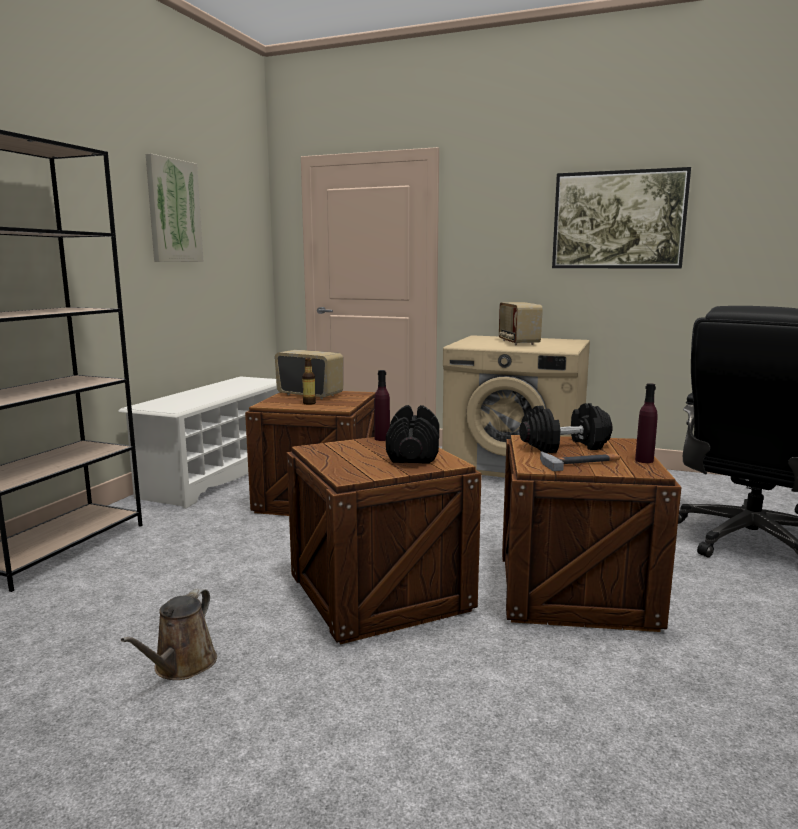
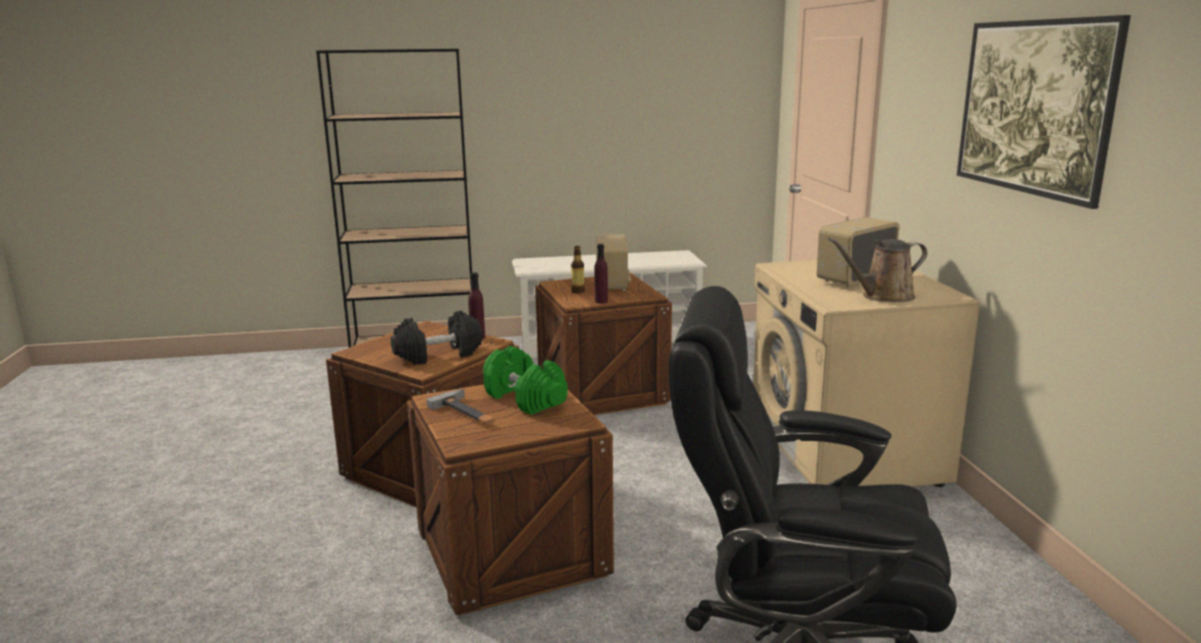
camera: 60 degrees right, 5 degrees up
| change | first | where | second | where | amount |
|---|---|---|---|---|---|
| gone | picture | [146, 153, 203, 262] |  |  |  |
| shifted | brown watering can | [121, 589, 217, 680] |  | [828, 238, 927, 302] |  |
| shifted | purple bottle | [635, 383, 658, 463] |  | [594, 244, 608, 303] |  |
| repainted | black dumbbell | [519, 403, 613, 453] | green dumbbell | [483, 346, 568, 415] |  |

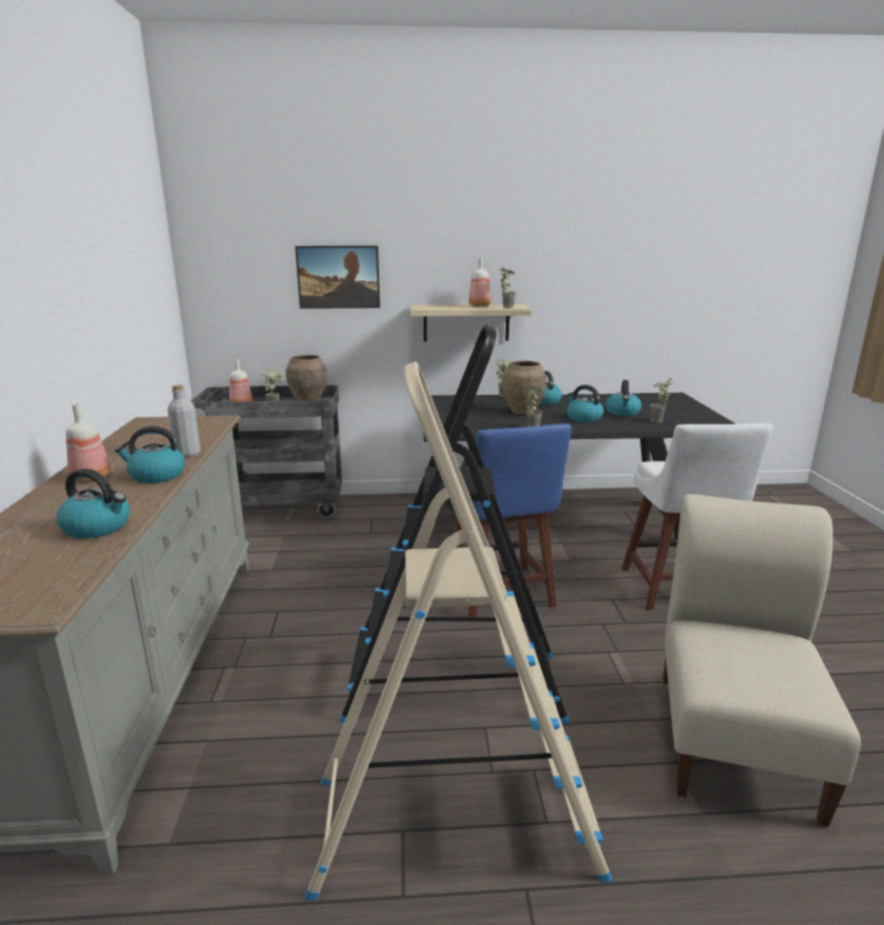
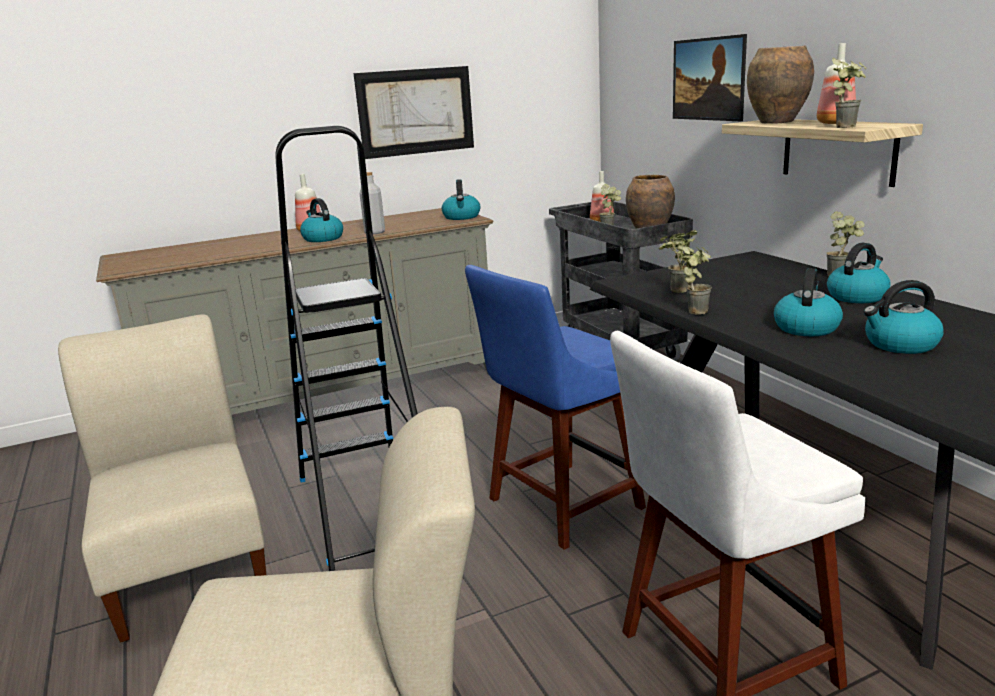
camera: 70 degrees right, 0 degrees up
| change | first | where | second | where | amount |
|---|---|---|---|---|---|
| new |  |  | picture | [353, 66, 474, 159] |  |
| shifted | kettle | [56, 469, 130, 539] |  | [442, 179, 480, 220] |  |
| shifted | brown vase | [502, 361, 546, 415] |  | [747, 46, 814, 124] |  |
| shifted | potted plant | [650, 378, 673, 423] |  | [659, 230, 697, 293] |  |
| swapped | beige step ladder | [305, 362, 612, 900] | beige chair | [58, 314, 266, 643] |  |

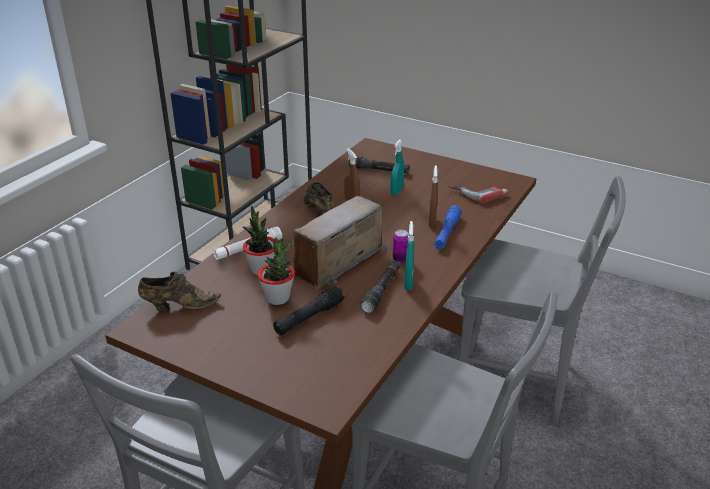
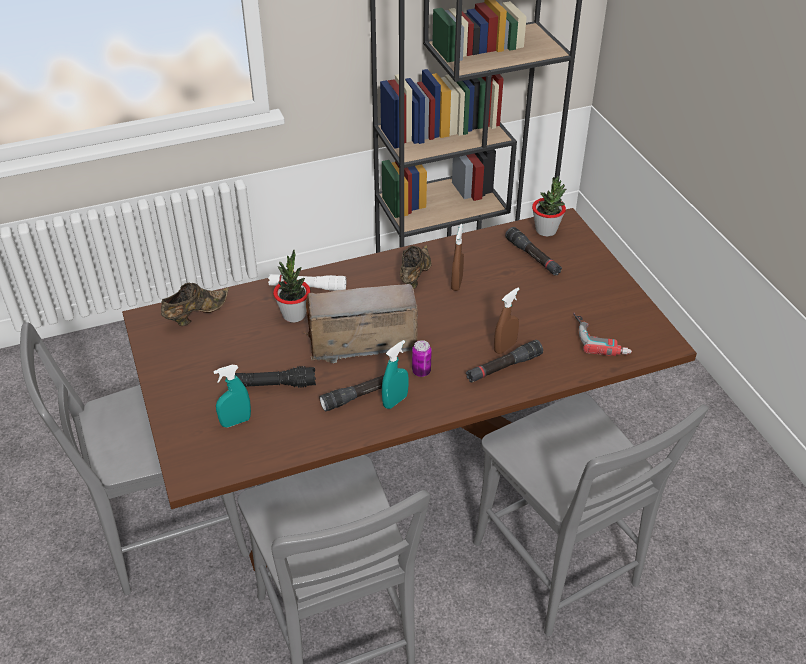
camera: 40 degrees right, 10 degrees up
| change | first | where | second | where | amount |
|---|---|---|---|---|---|
| shifted | potted plant | [258, 237, 295, 305] |  | [532, 176, 566, 237] |  |
| shifted | turquoise spray bottle | [391, 140, 404, 195] |  | [213, 365, 251, 427] |  |
| repainted | blue flashlight | [434, 205, 462, 249] | black flashlight | [466, 340, 543, 383] |  |
| rotated | brown shoe | [138, 272, 222, 312] |  | [161, 283, 229, 326] | 75 degrees counterclockwise |

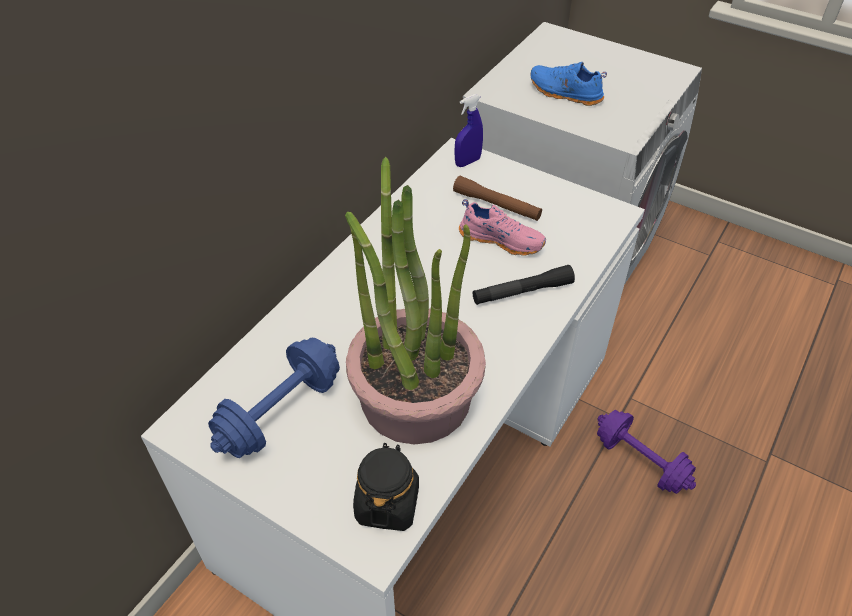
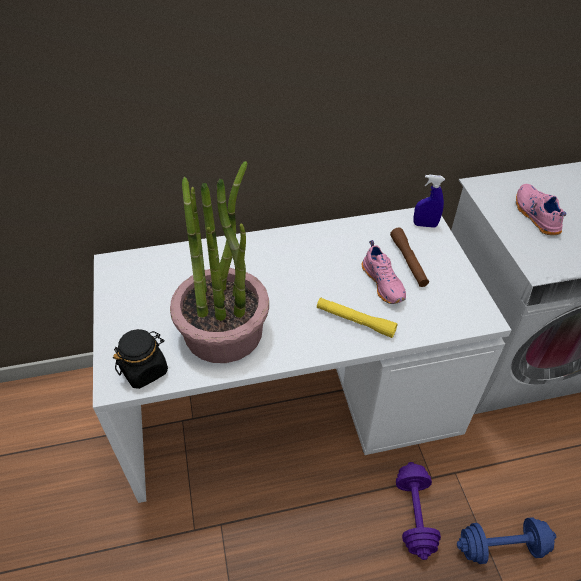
camera: 45 degrees right, 0 degrees up
| change | first | where | second | where | amount |
|---|---|---|---|---|---|
| shifted | blue dumbbell | [208, 337, 340, 458] |  | [457, 517, 556, 564] |  |
| repainted | black flashlight | [473, 265, 575, 305] | yellow flashlight | [317, 298, 398, 338] |  |
| repainted | blue shoe | [531, 62, 607, 106] | pink shoe | [516, 184, 566, 235] |  |

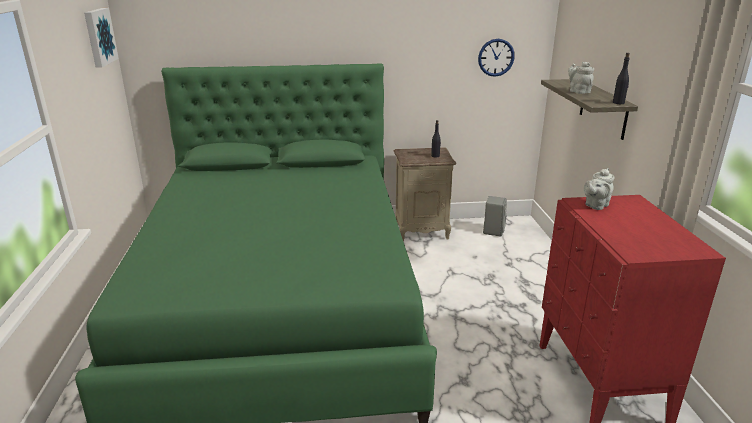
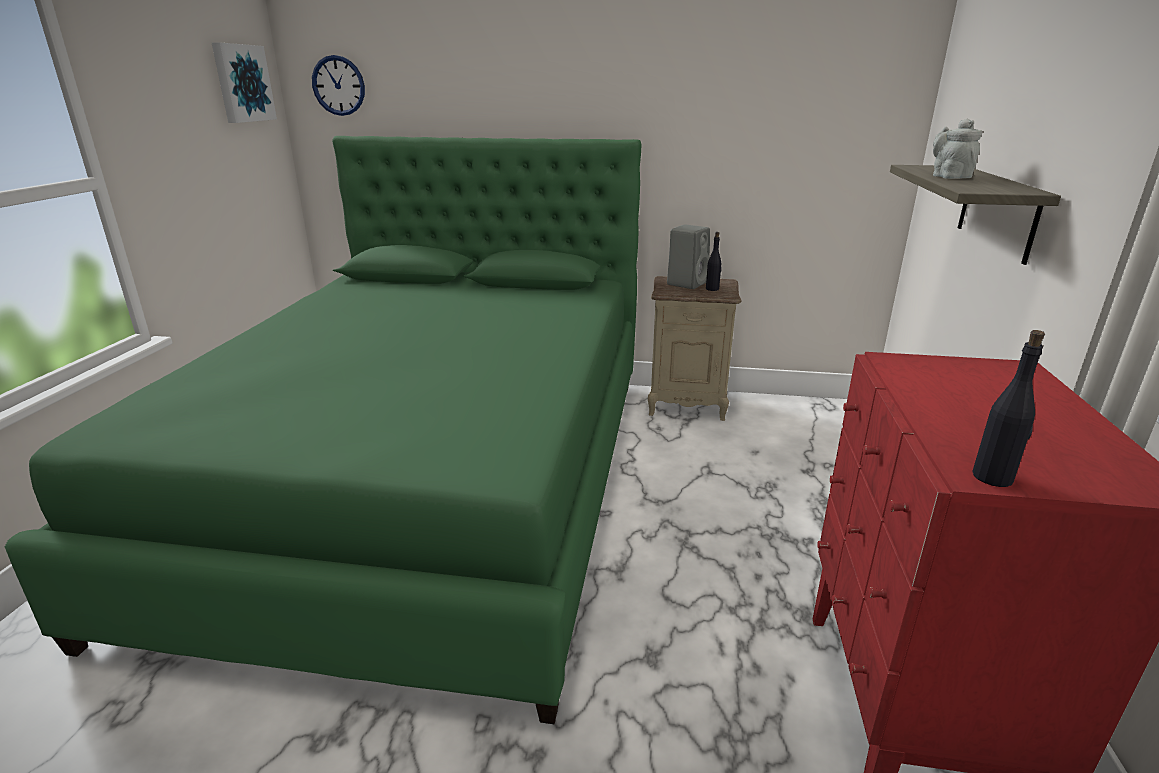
camera: 15 degrees right, 0 degrees up
| change | first | where | second | where | amount |
|---|---|---|---|---|---|
| gone | grey teapot | [584, 168, 615, 210] |  |  |  |
| shifted | wall clock | [478, 39, 515, 77] |  | [312, 55, 365, 116] |  |
| shifted | grey speaker | [483, 196, 507, 237] |  | [667, 224, 710, 289] |  |
| shifted | black bottle | [613, 53, 630, 104] |  | [972, 330, 1045, 487] |  |

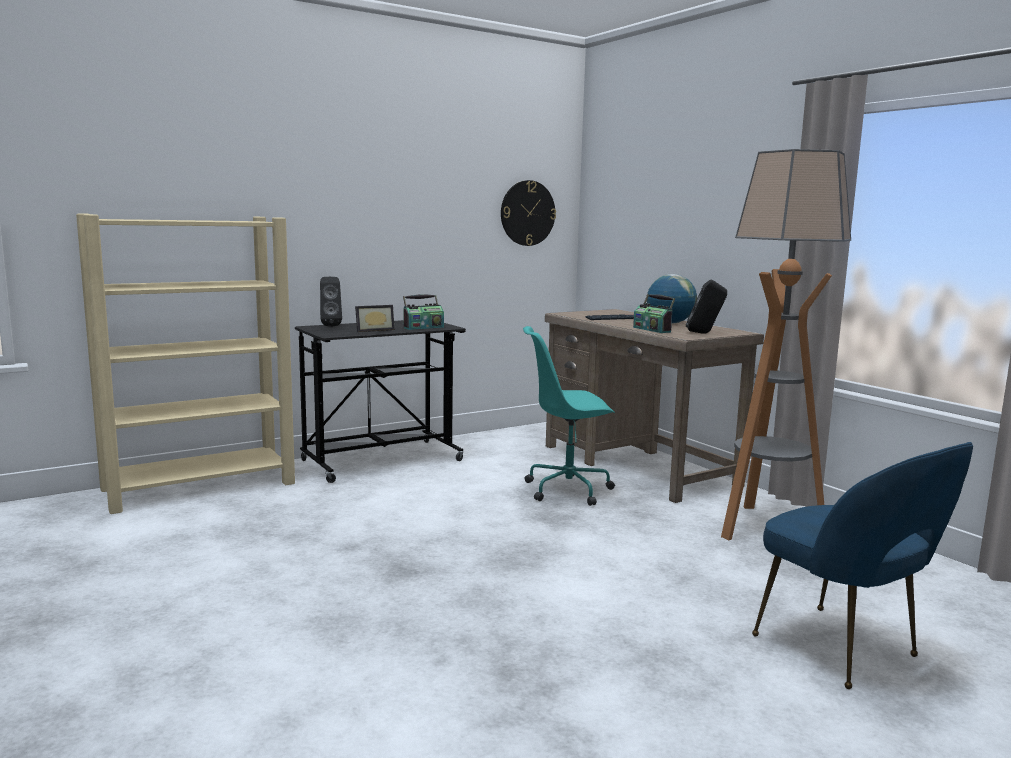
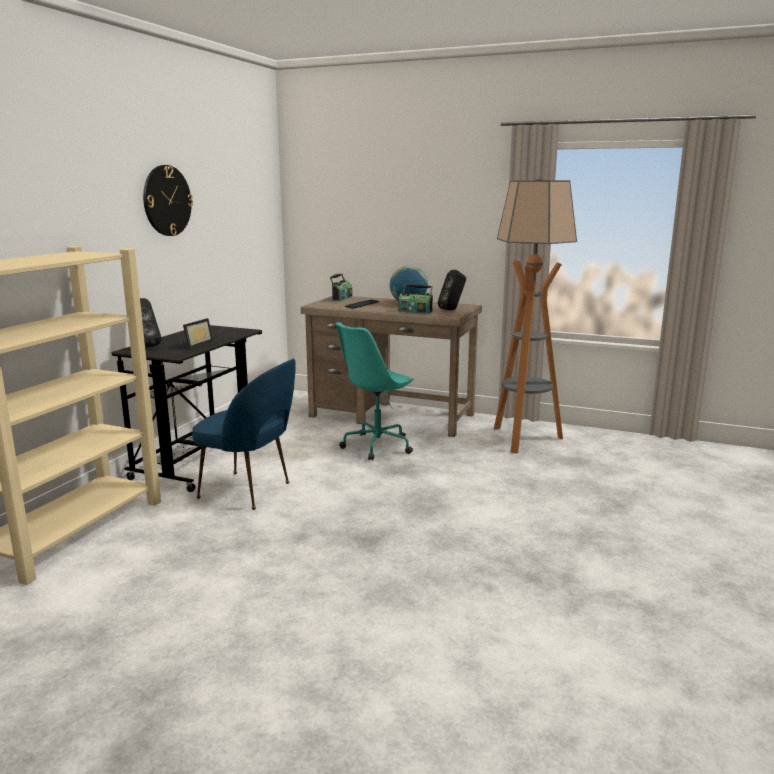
camera: 35 degrees left, 5 degrees up
| change | first | where | second | where | amount |
|---|---|---|---|---|---|
| shifted | radio | [403, 294, 444, 330] |  | [330, 273, 352, 301] |  |
| shifted | wall clock | [501, 180, 556, 246] |  | [143, 165, 193, 236] |  |
| shifted | blue chair | [752, 442, 973, 689] |  | [192, 359, 296, 510] |  |

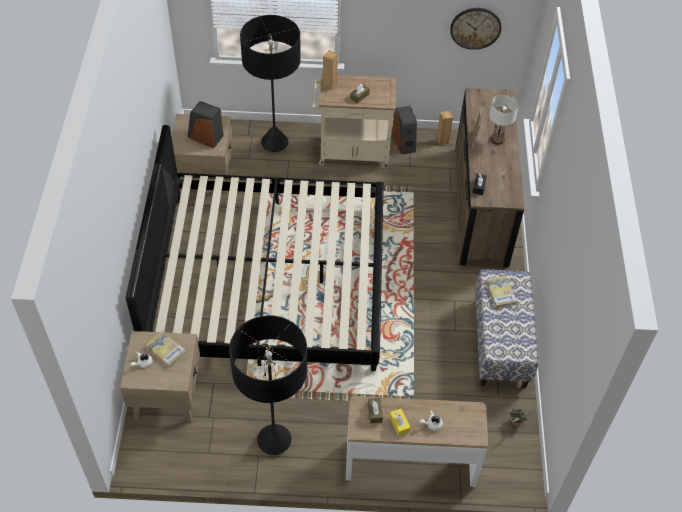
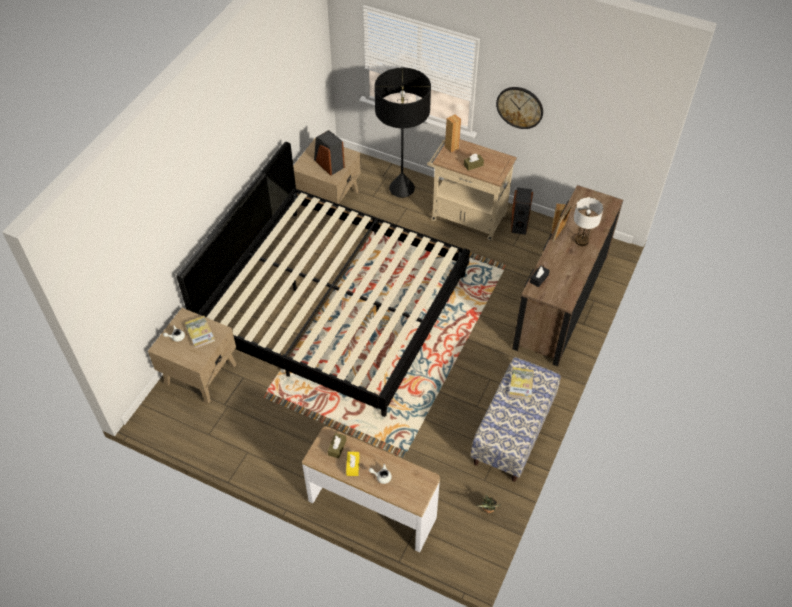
camera: 25 degrees right, 0 degrees up
| change | first | where | second | where | amount |
|---|---|---|---|---|---|
| gone | black floor lamp | [229, 315, 307, 455] |  |  |  |
| shifted | wall clock | [450, 8, 501, 50] |  | [496, 87, 543, 129] |  |

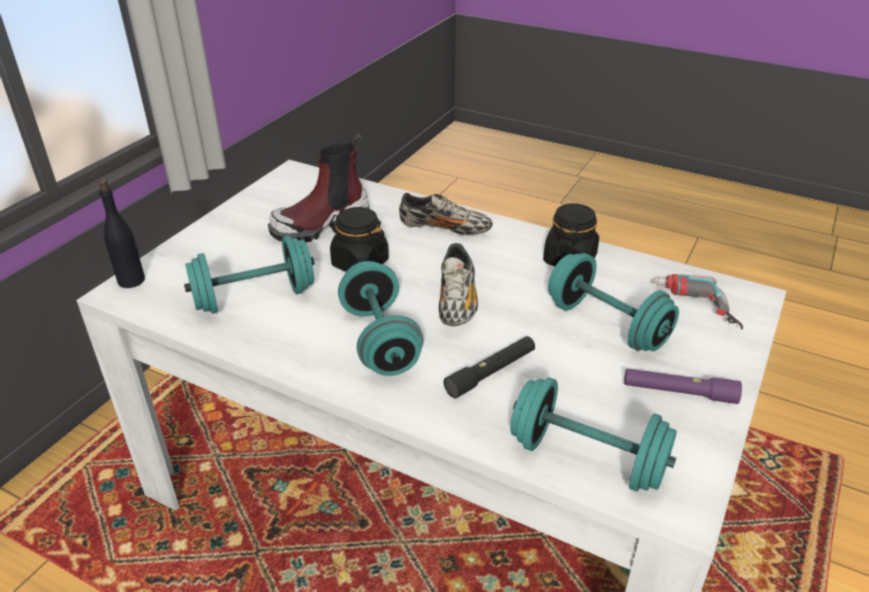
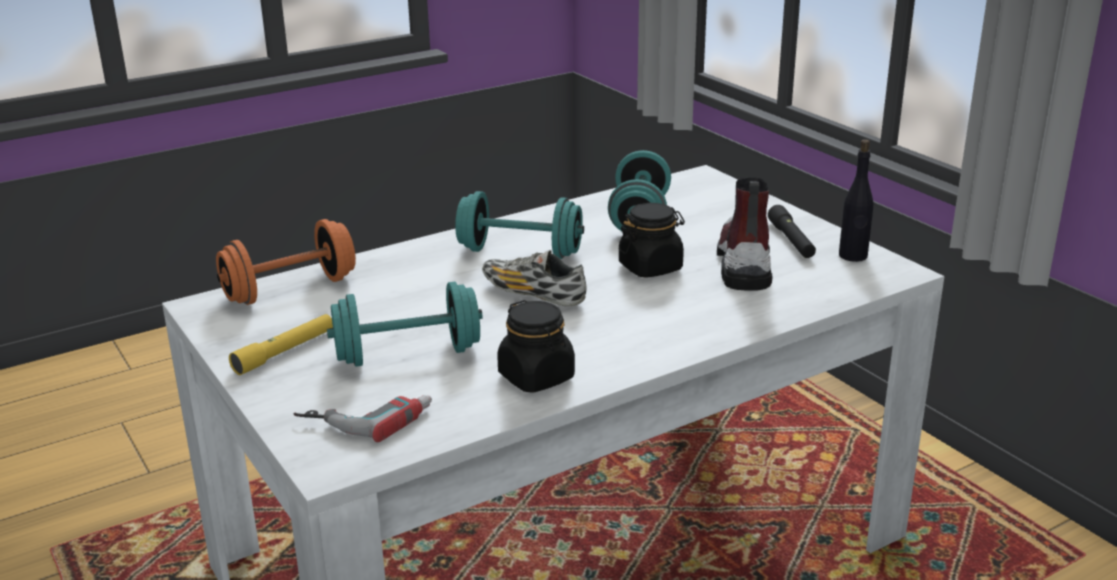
camera: 120 degrees right, 10 degrees down
| change | first | where | second | where | amount |
|---|---|---|---|---|---|
| gone | shoe | [399, 193, 493, 235] |  |  |  |
| shifted | black bottle | [98, 178, 145, 288] |  | [839, 139, 873, 262] |  |
| shifted | black flashlight | [444, 336, 535, 398] |  | [768, 205, 816, 258] |  |
| repainted | turquoise dumbbell | [510, 377, 677, 492] | orange dumbbell | [216, 219, 356, 305] |  |
| repainted | purple flashlight | [624, 369, 742, 404] | yellow flashlight | [229, 314, 333, 375] |  |

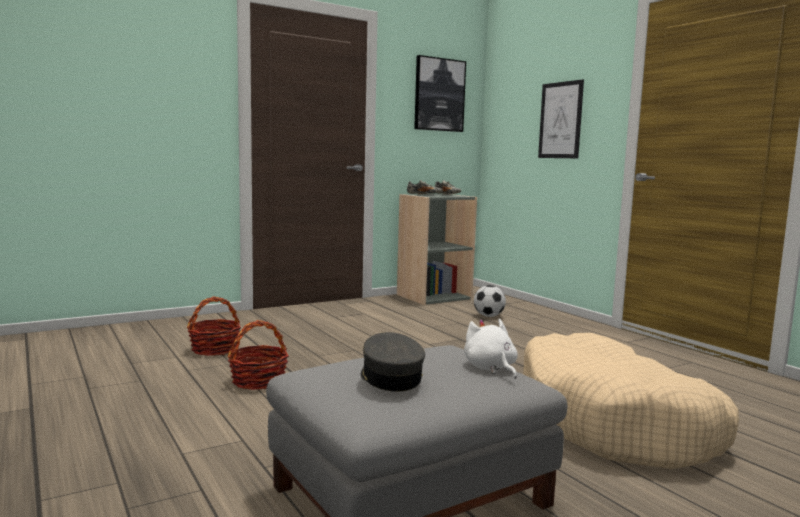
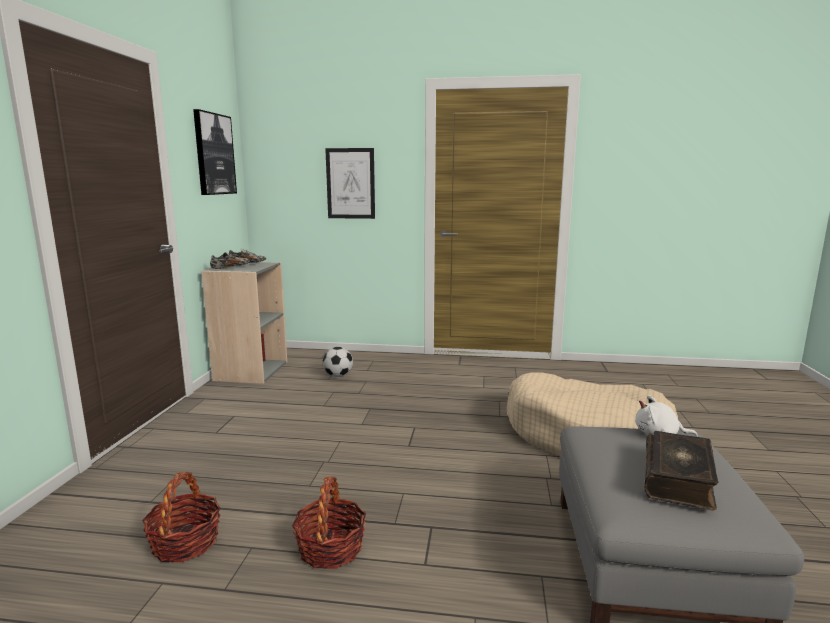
camera: 50 degrees left, 5 degrees up
| change | first | where | second | where | amount |
|---|---|---|---|---|---|
| swapped | grey cap | [361, 332, 425, 392] | book | [644, 431, 719, 510] |  |

